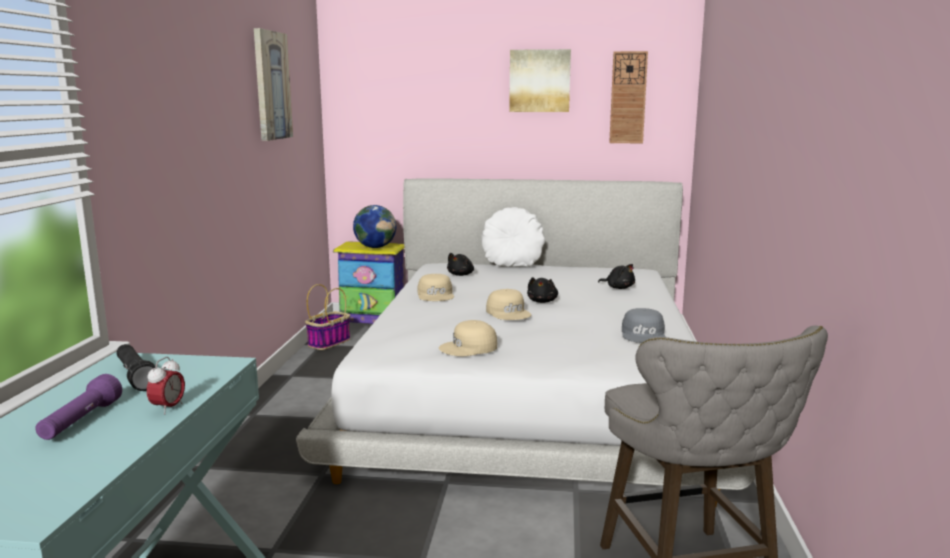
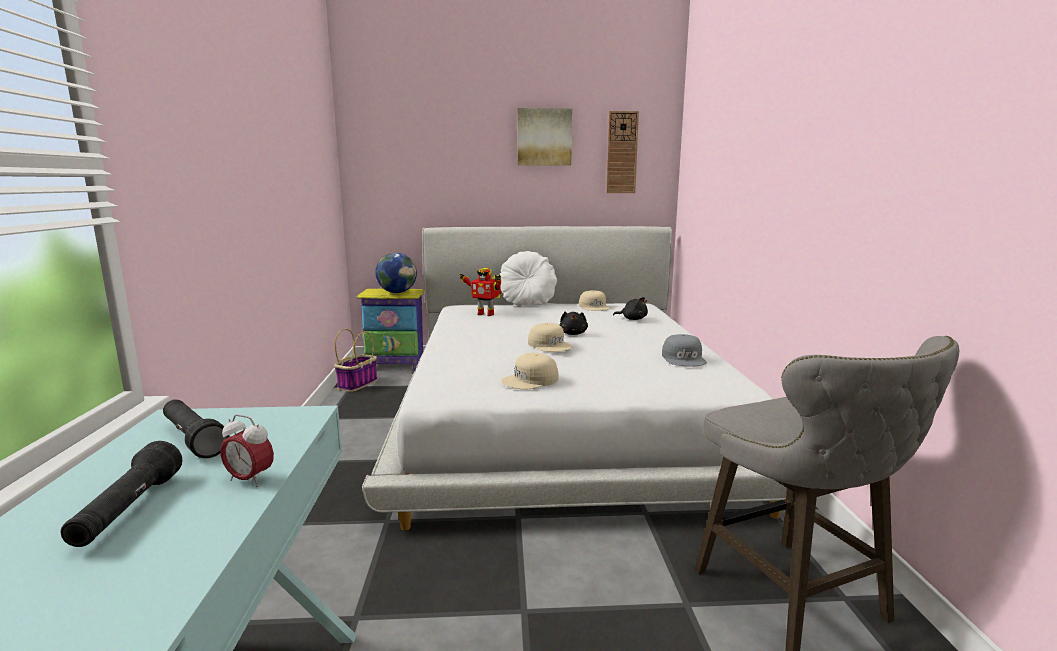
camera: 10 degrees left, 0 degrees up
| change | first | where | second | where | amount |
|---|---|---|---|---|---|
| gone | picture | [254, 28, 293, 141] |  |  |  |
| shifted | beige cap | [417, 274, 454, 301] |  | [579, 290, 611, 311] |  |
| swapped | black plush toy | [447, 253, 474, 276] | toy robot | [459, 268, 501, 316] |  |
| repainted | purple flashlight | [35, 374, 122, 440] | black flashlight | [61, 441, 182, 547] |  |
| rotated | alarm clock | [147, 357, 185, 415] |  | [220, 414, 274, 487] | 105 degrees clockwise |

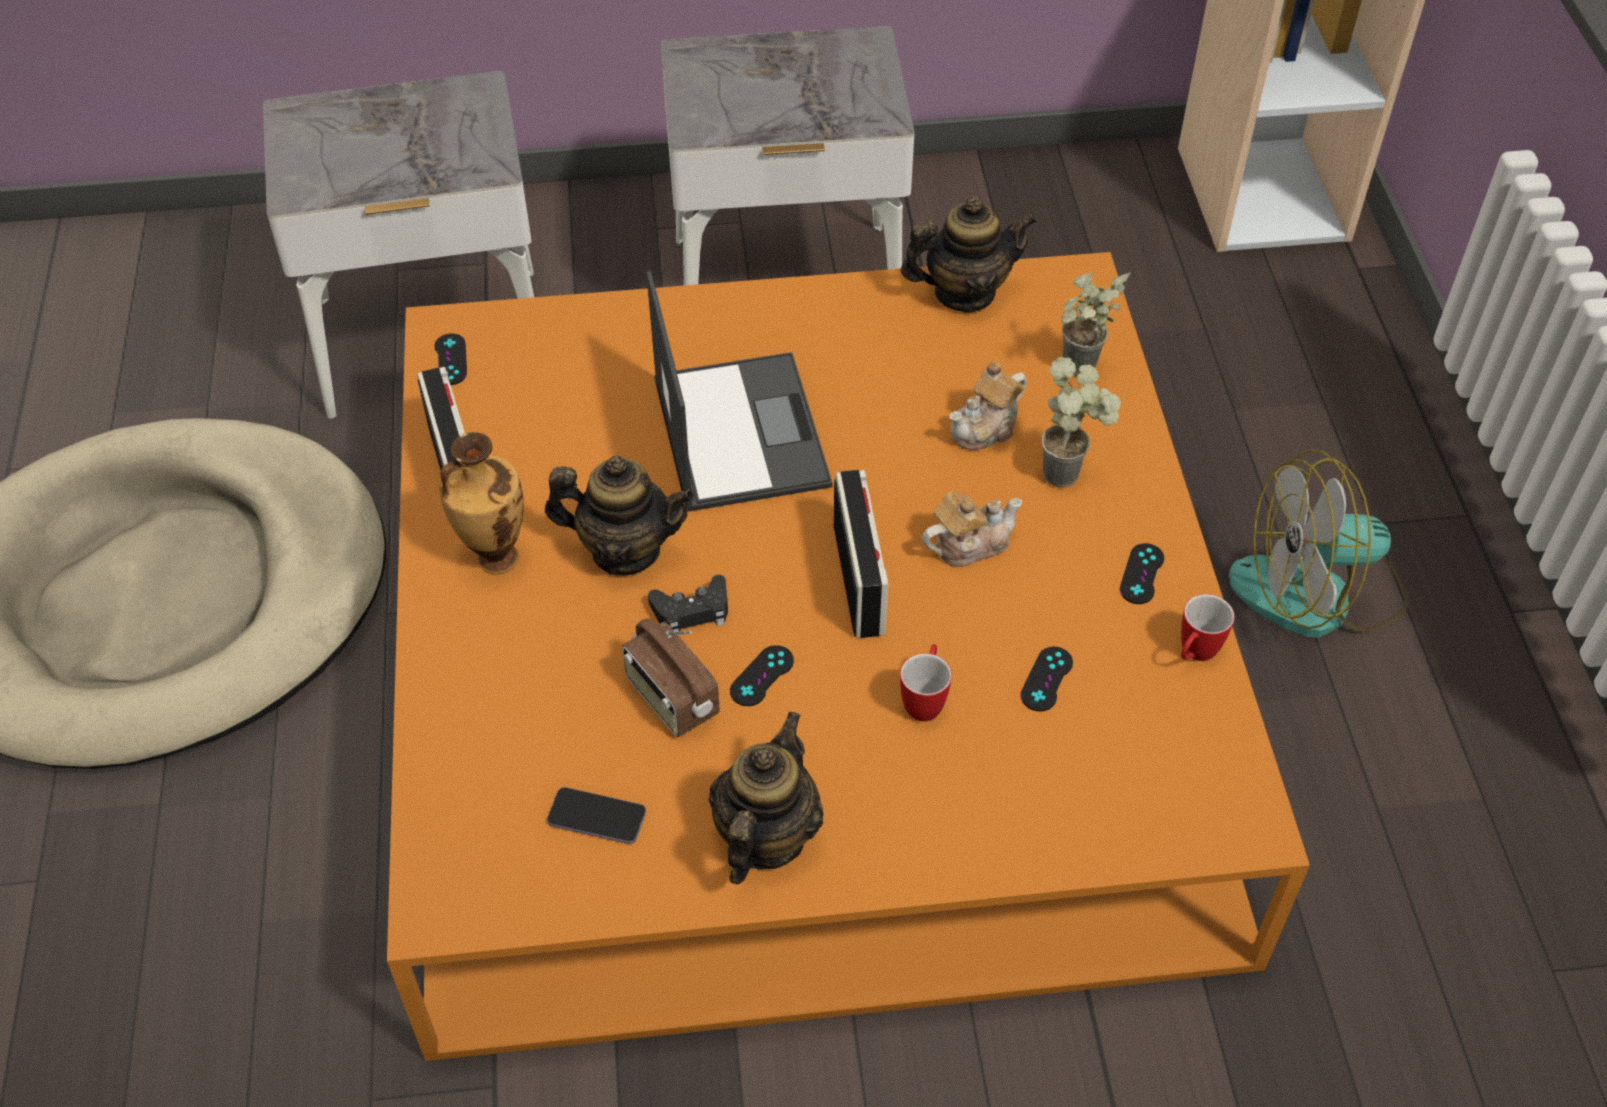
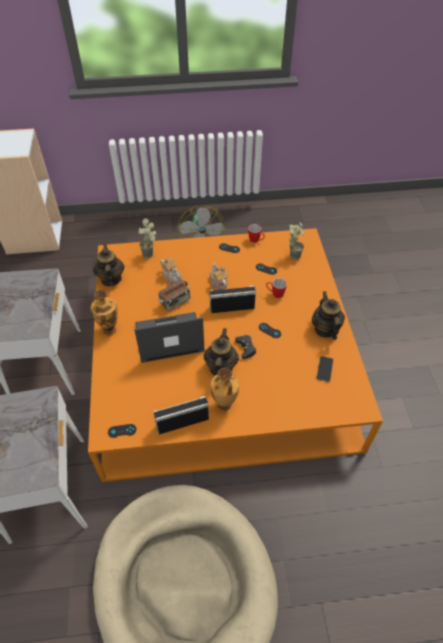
camera: 90 degrees left, 0 degrees up
| change | first | where | second | where | amount |
|---|---|---|---|---|---|
| new |  |  | vase | [91, 290, 118, 336] |  |
| shifted | radio | [622, 619, 720, 737] |  | [158, 274, 190, 311] |  |
| shifted | potted plant | [1042, 357, 1121, 488] |  | [289, 222, 305, 260] |  |
| rotated | teapot | [708, 712, 824, 885] |  | [312, 291, 345, 340] | 60 degrees clockwise |

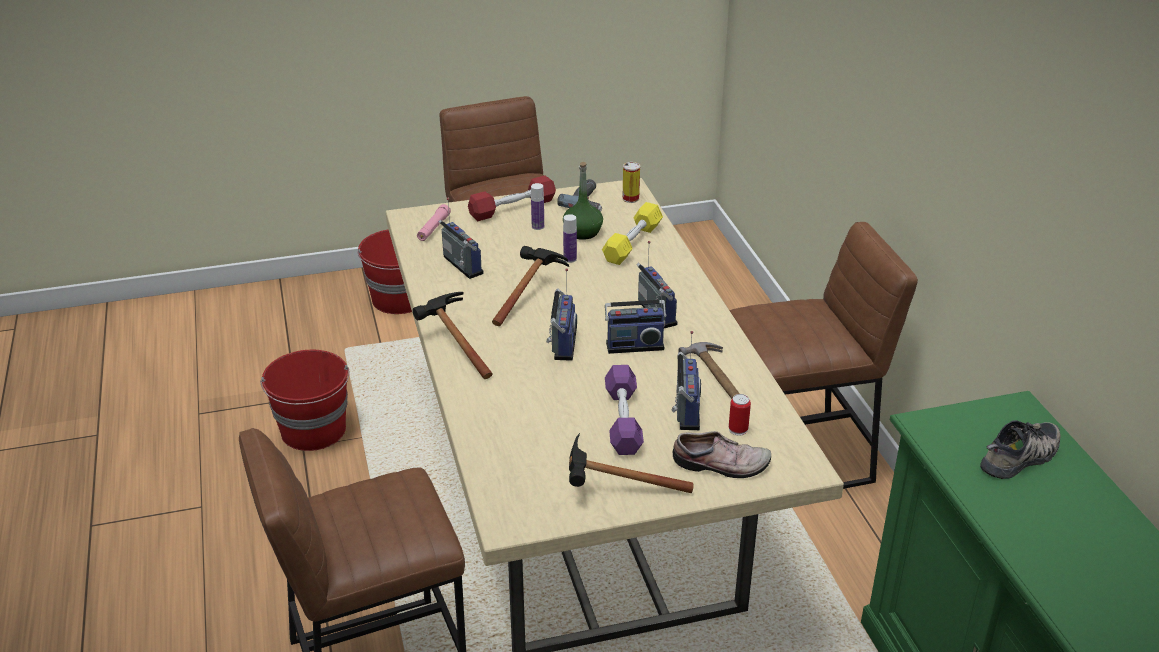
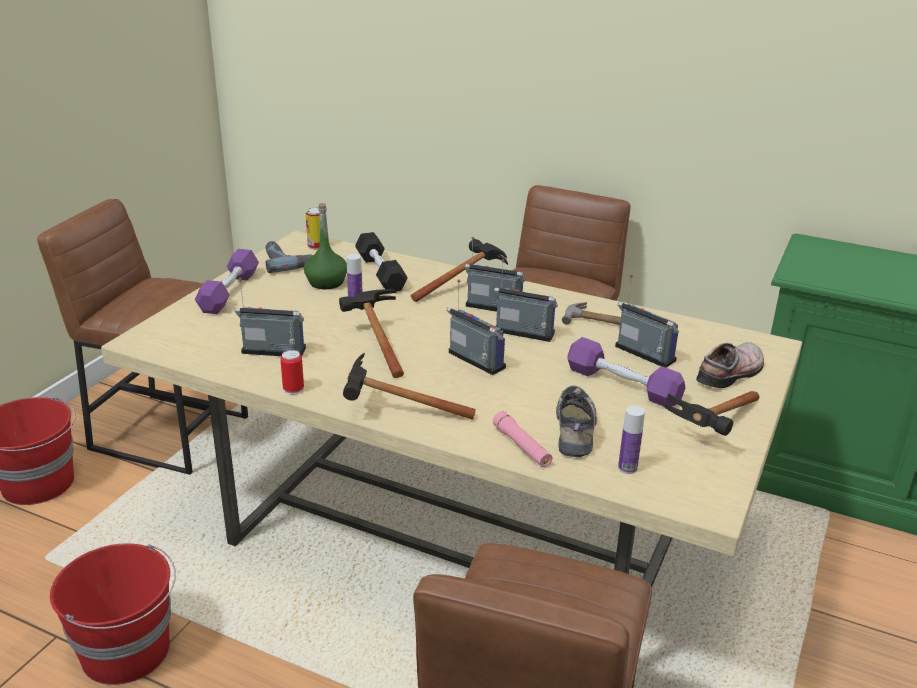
camera: 50 degrees left, 5 degrees down
| change | first | where | second | where | amount |
|---|---|---|---|---|---|
| new |  |  | hammer | [411, 239, 508, 302] |  |
| shifted | pink flashlight | [417, 204, 451, 241] |  | [493, 411, 552, 467] |  |
| shifted | bottle | [531, 183, 544, 230] |  | [618, 406, 645, 474] |  |
| shifted | can | [729, 394, 751, 435] |  | [280, 350, 304, 395] |  |
| shifted | shoe | [980, 420, 1061, 479] |  | [556, 385, 597, 457] |  |
| repainted | red dumbbell | [468, 175, 556, 221] | purple dumbbell | [195, 249, 259, 314] |  |
| repainted | yellow dumbbell | [602, 202, 663, 265] | black dumbbell | [355, 232, 408, 291] |  |
| rotated | radio | [605, 283, 666, 354] |  | [494, 259, 558, 342] | 105 degrees counterclockwise |

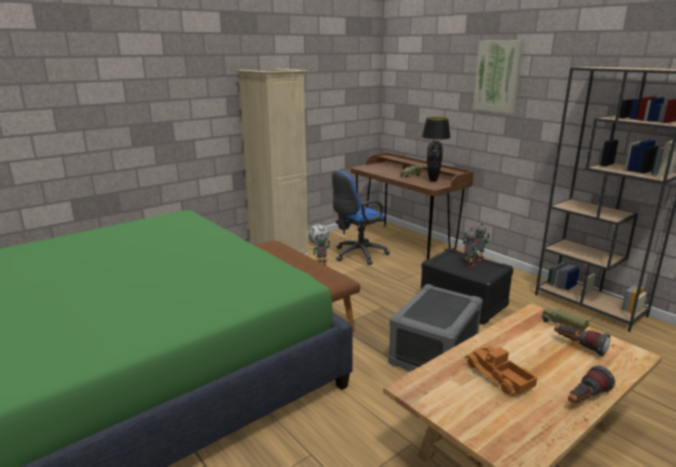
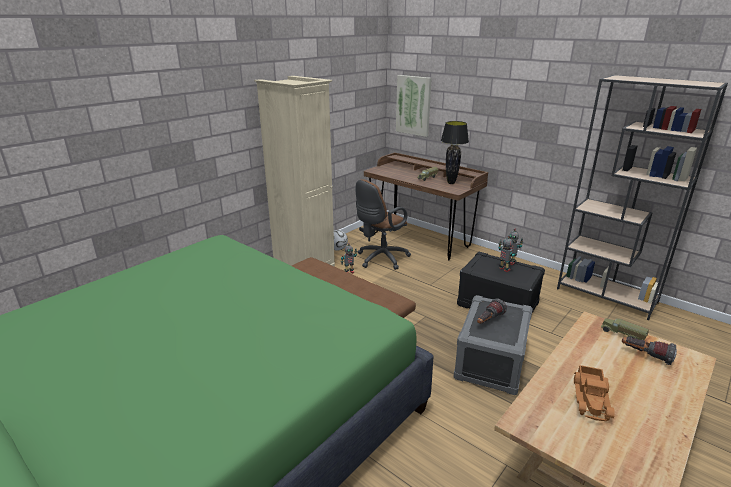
camera: 10 degrees left, 5 degrees up
| change | first | where | second | where | amount |
|---|---|---|---|---|---|
| shifted | picture | [473, 40, 524, 114] |  | [396, 75, 432, 137] |  |
| shifted | flashlight | [568, 366, 615, 403] |  | [477, 298, 507, 324] |  |
| repainted | blue office chair | [332, 170, 390, 265] | brown office chair | [356, 179, 411, 270] |  |
| rotated | toy truck | [465, 346, 537, 394] |  | [574, 365, 615, 421] | 120 degrees counterclockwise |

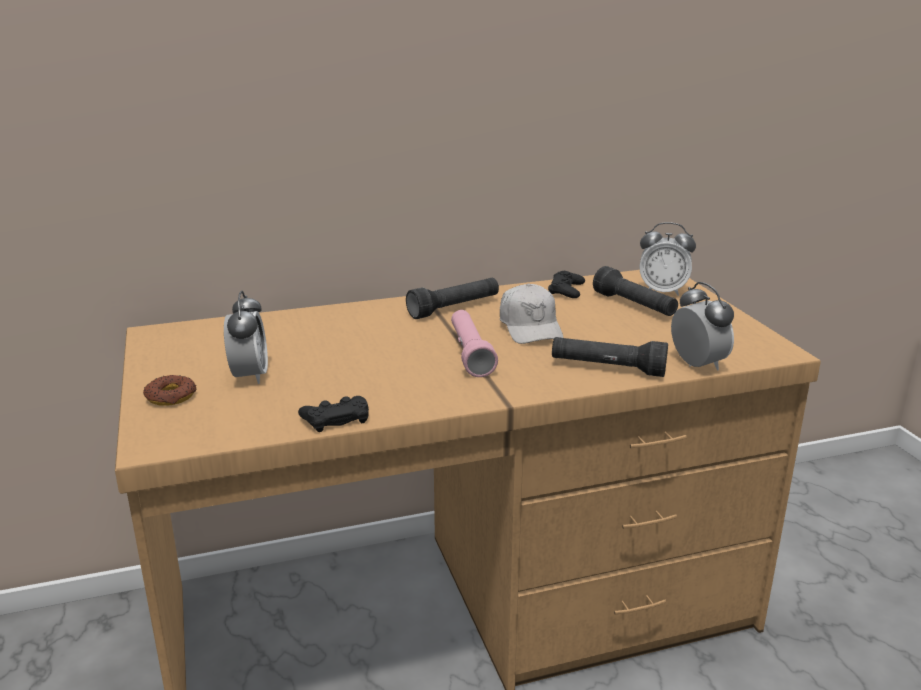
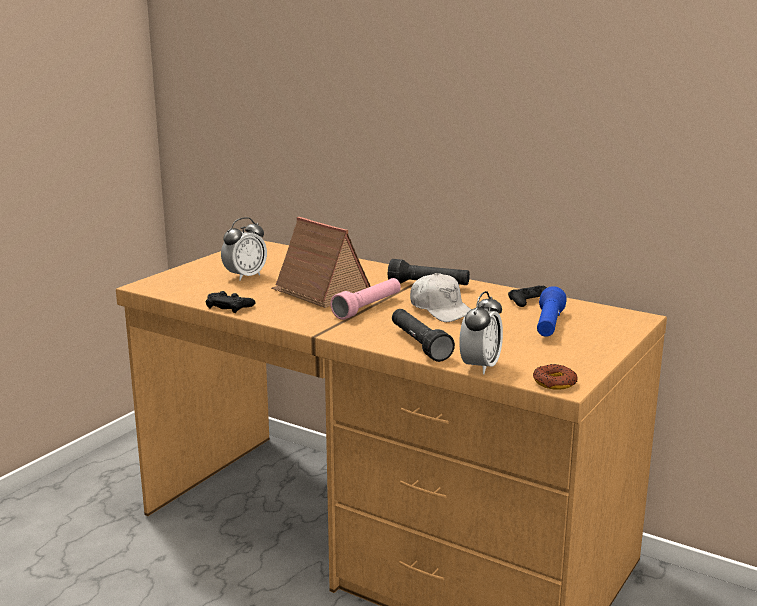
camera: 50 degrees right, 5 degrees down
| change | first | where | second | where | amount |
|---|---|---|---|---|---|
| gone | alarm clock | [640, 222, 696, 296] |  |  |  |
| new |  |  | toy house | [272, 217, 371, 308] |  |
| shifted | donut | [143, 375, 197, 406] |  | [533, 364, 578, 390] |  |
| repainted | black flashlight | [593, 266, 678, 316] | blue flashlight | [537, 286, 567, 337] |  |
| rotated | white cap | [500, 283, 564, 344] |  | [410, 273, 471, 322] | 75 degrees counterclockwise |

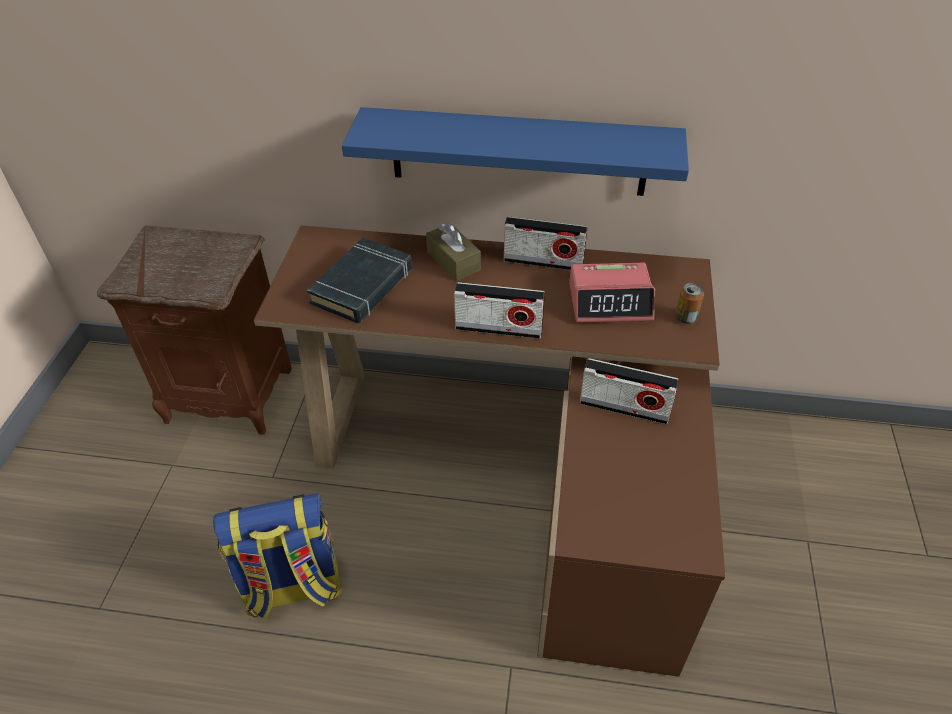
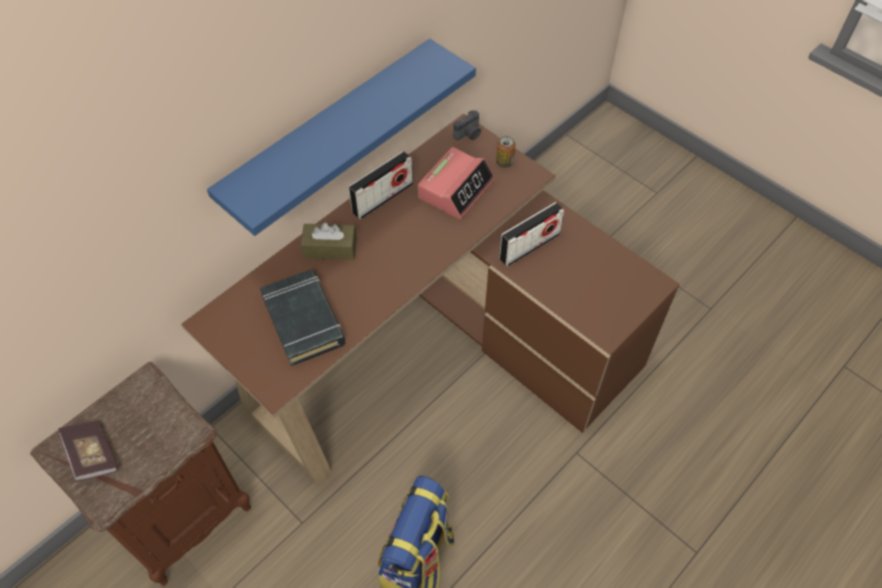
camera: 55 degrees left, 10 degrees up
| change | first | where | second | where | amount |
|---|---|---|---|---|---|
| gone | radio | [454, 282, 545, 339] |  |  |  |
| new |  |  | book | [58, 421, 117, 482] |  |
| new |  |  | photo camera | [453, 110, 481, 140] |  |

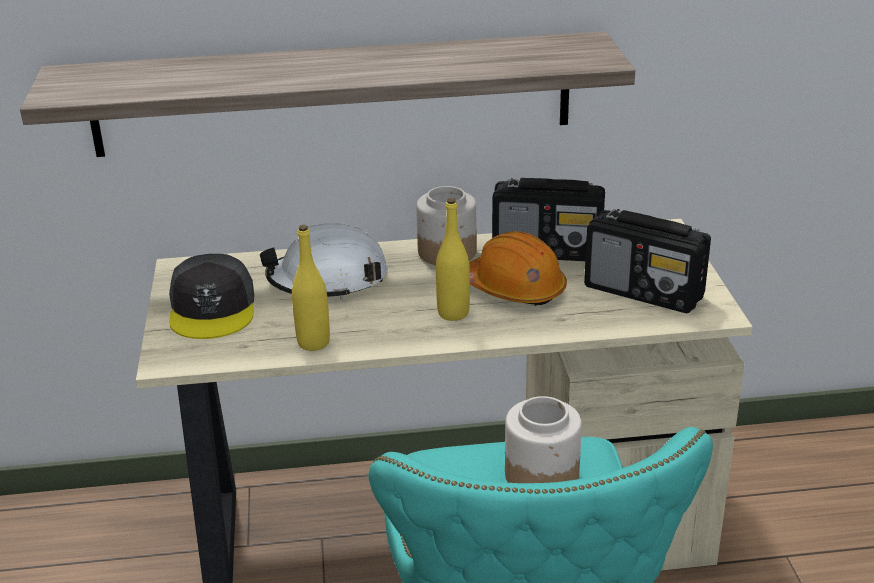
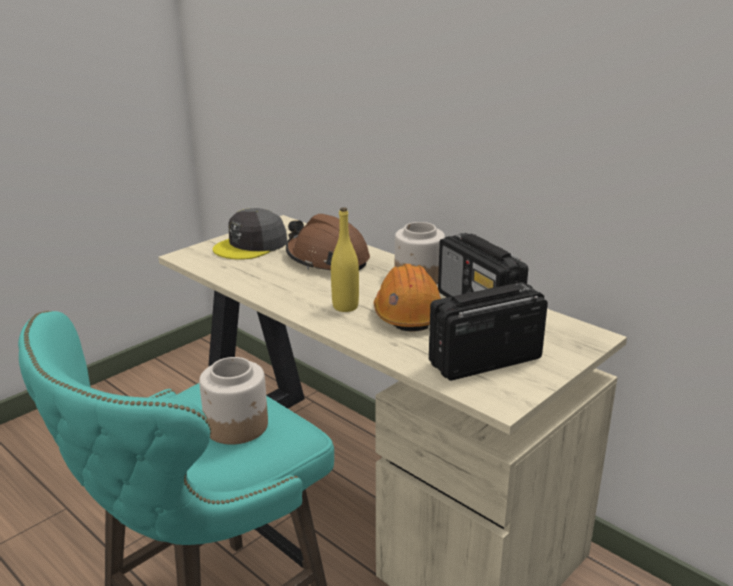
camera: 50 degrees right, 5 degrees down
| change | first | where | second | where | amount |
|---|---|---|---|---|---|
| gone | shelf | [20, 31, 635, 157] |  |  |  |
| gone | yellow bottle | [292, 225, 330, 351] |  |  |  |
| repainted | white hard hat | [260, 223, 387, 300] | brown hard hat | [286, 214, 370, 270] |  |
| rotated | radio | [584, 209, 711, 313] |  | [429, 282, 548, 381] | 75 degrees clockwise |

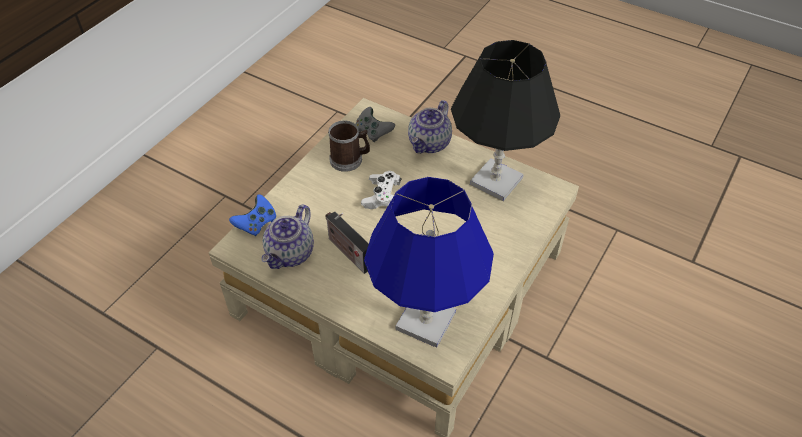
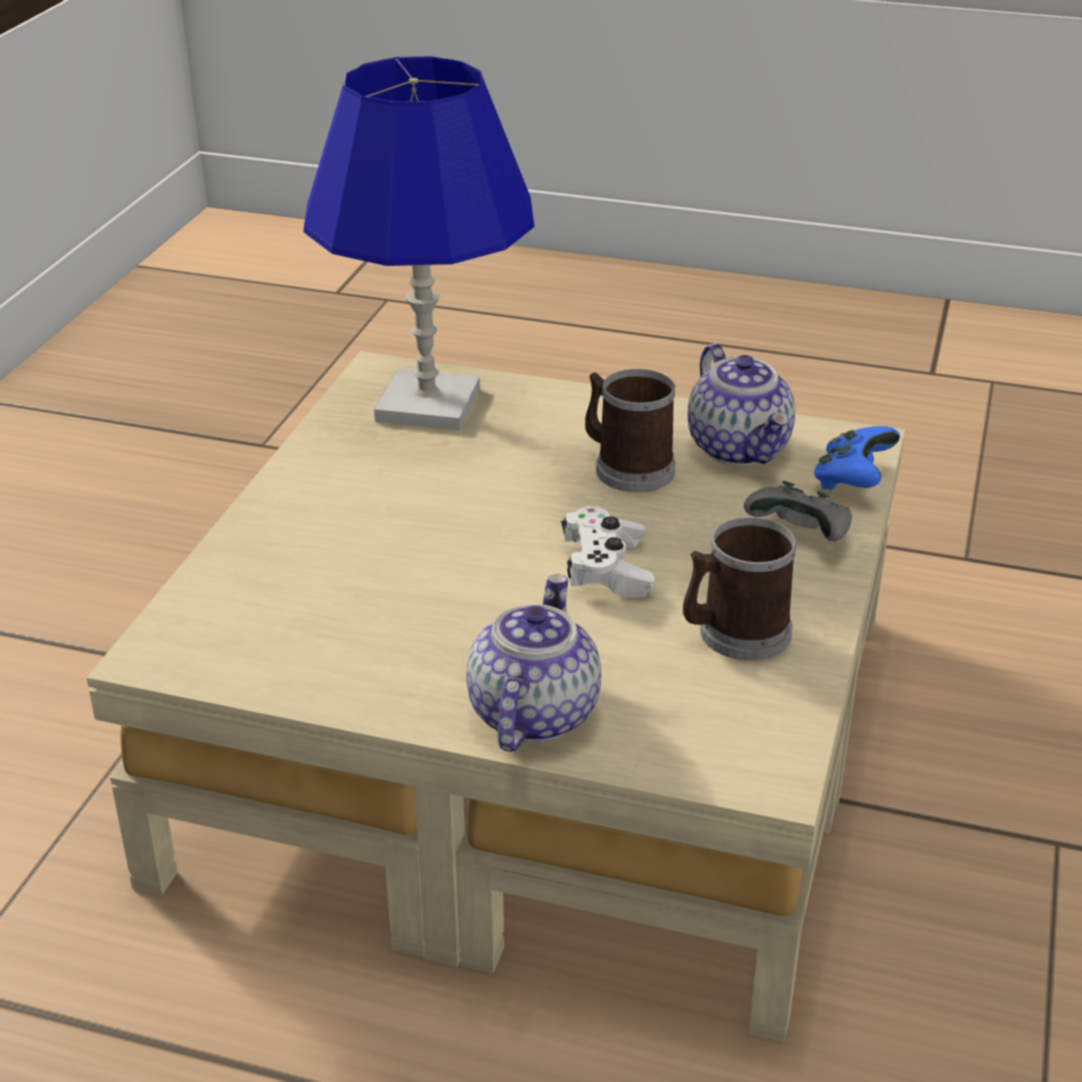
camera: 165 degrees right, 15 degrees down
| change | first | where | second | where | amount |
|---|---|---|---|---|---|
| gone | black table lamp | [451, 40, 560, 201] |  |  |  |
| shifted | grey game controller | [356, 107, 395, 142] |  | [744, 481, 852, 542] |  |
| swapped | radio | [325, 212, 369, 274] | mug | [585, 369, 676, 492] |  |
| rotated | teapot | [262, 204, 314, 269] |  | [688, 343, 795, 466] | 150 degrees clockwise |

